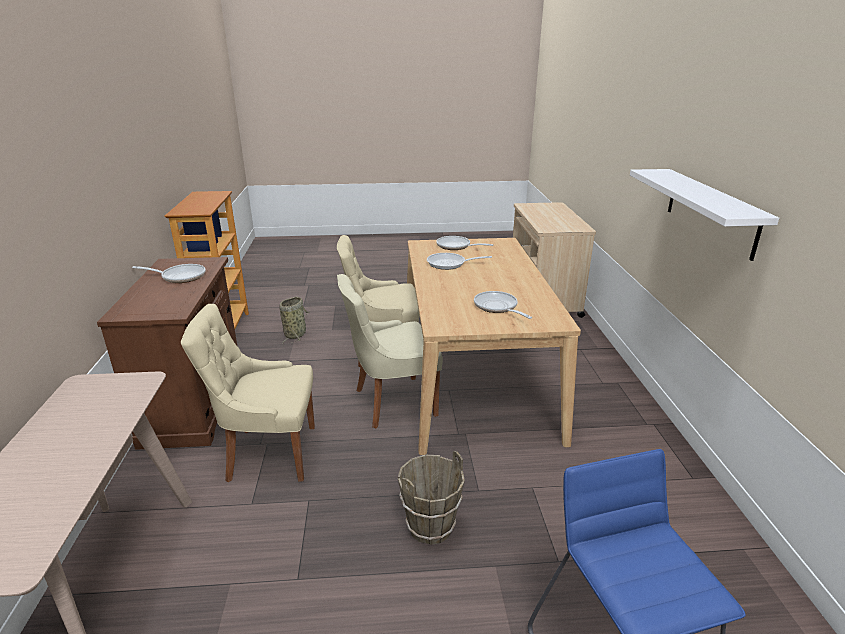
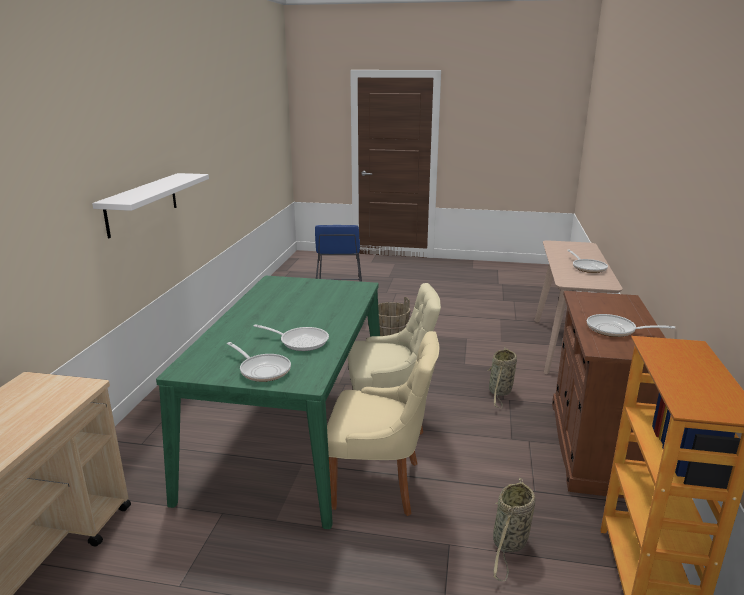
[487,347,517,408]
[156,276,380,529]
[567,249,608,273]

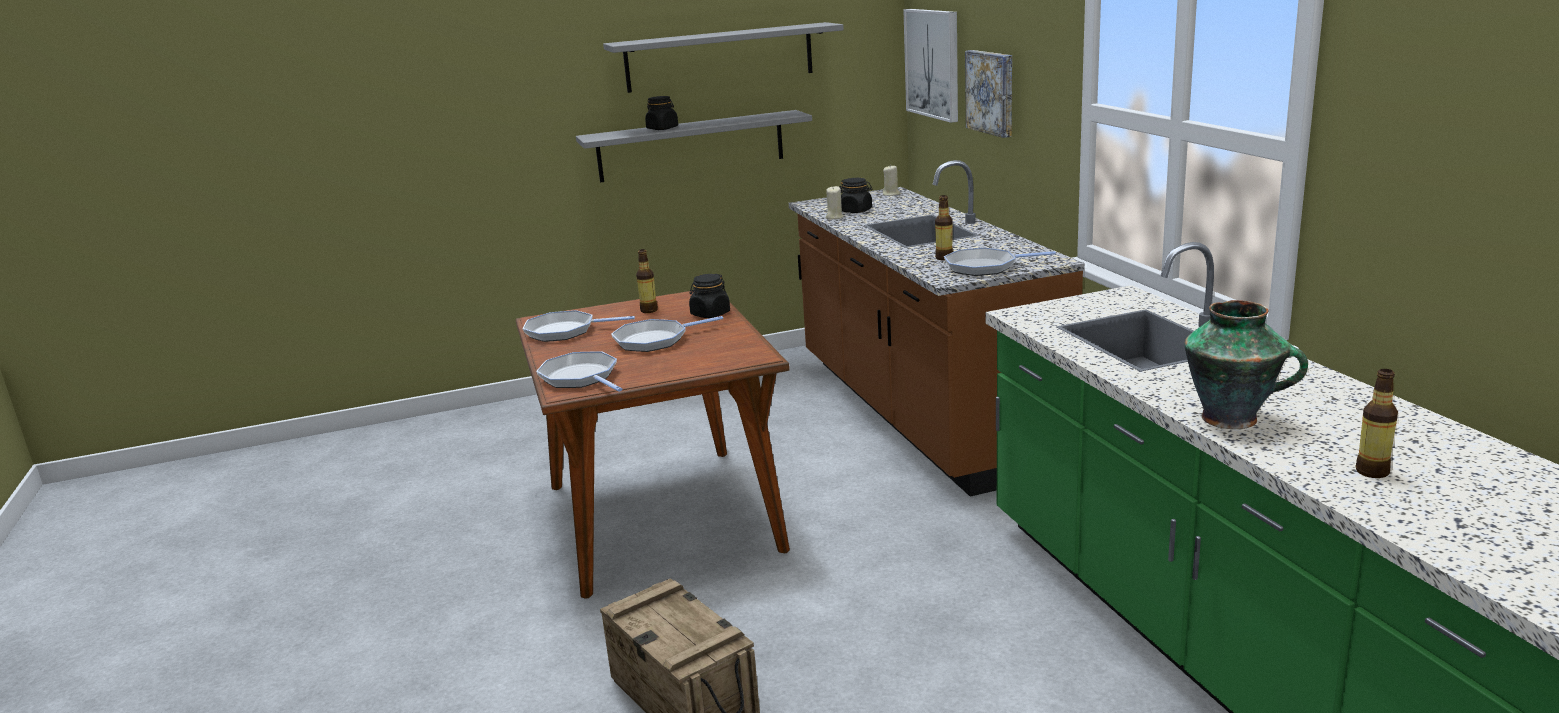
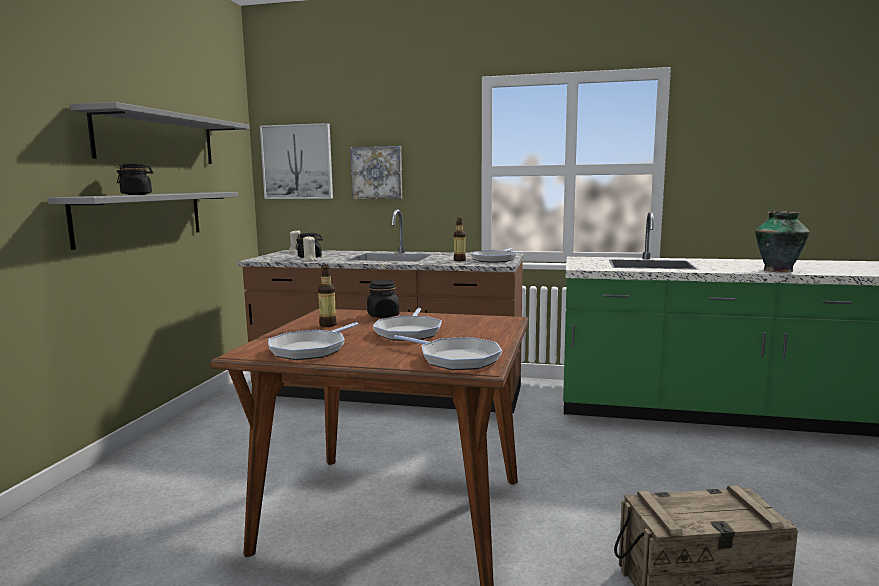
[394,335,503,370]
[1355,369,1398,478] (first image)

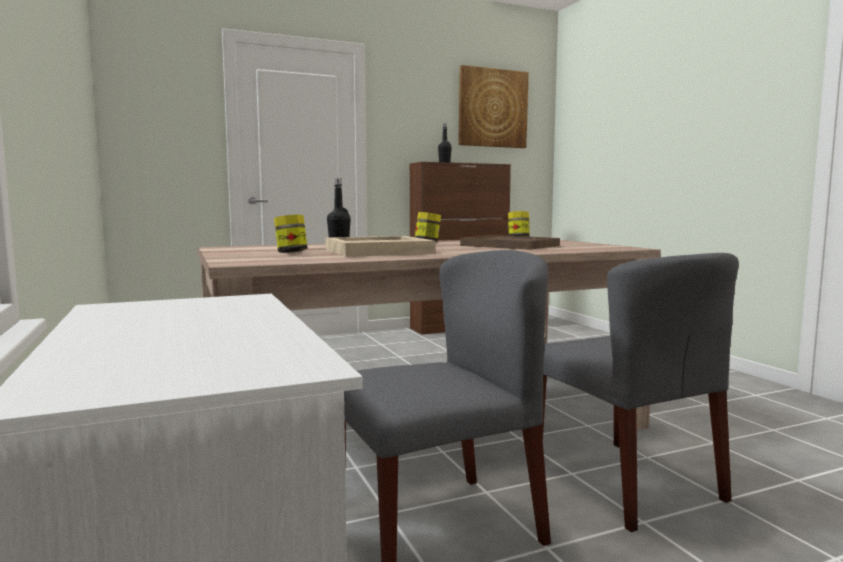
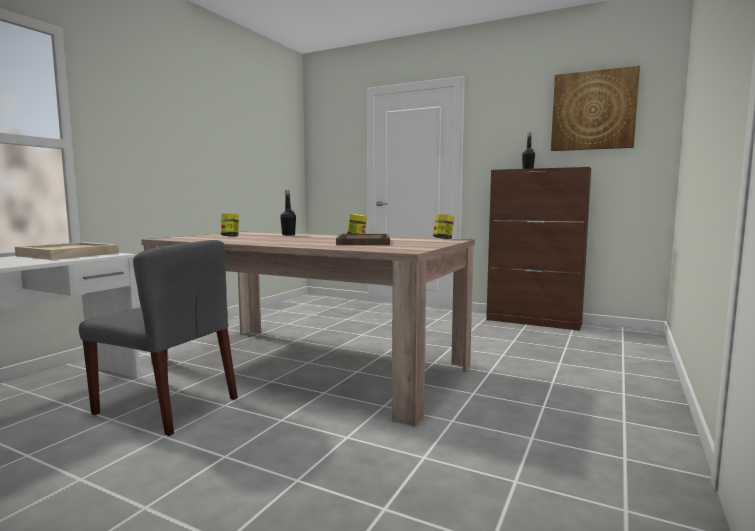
[15,242,119,260]
[541,253,739,532] (first image)

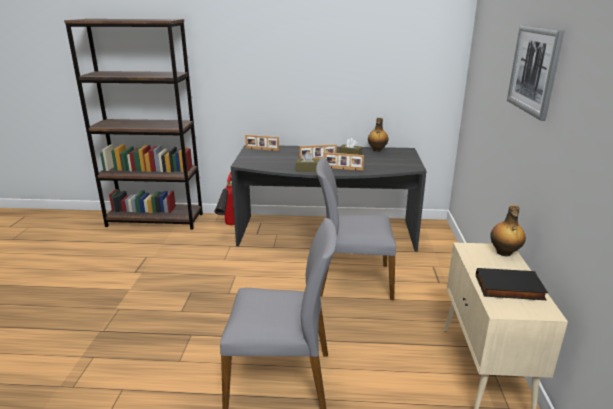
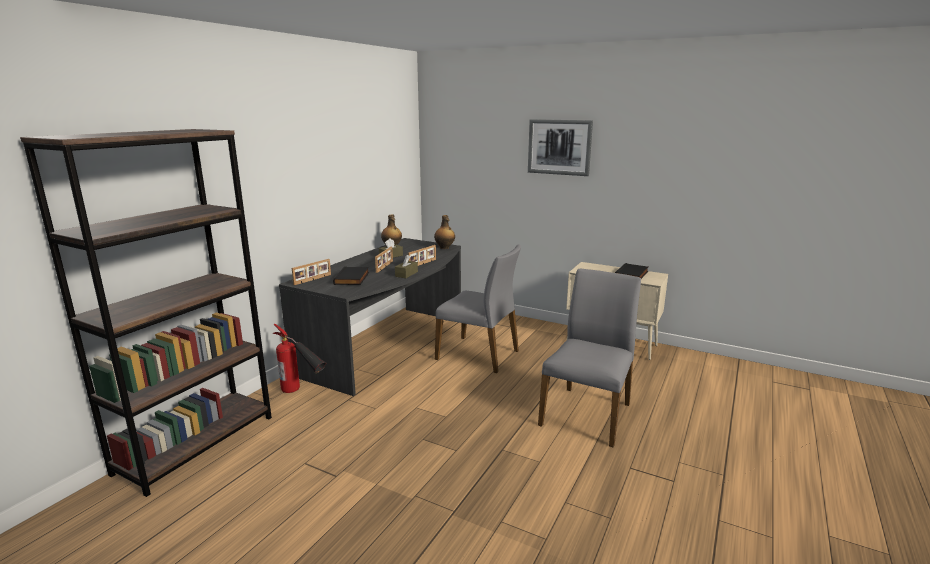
[435,244,521,373]
[434,215,455,249]
[333,267,369,285]

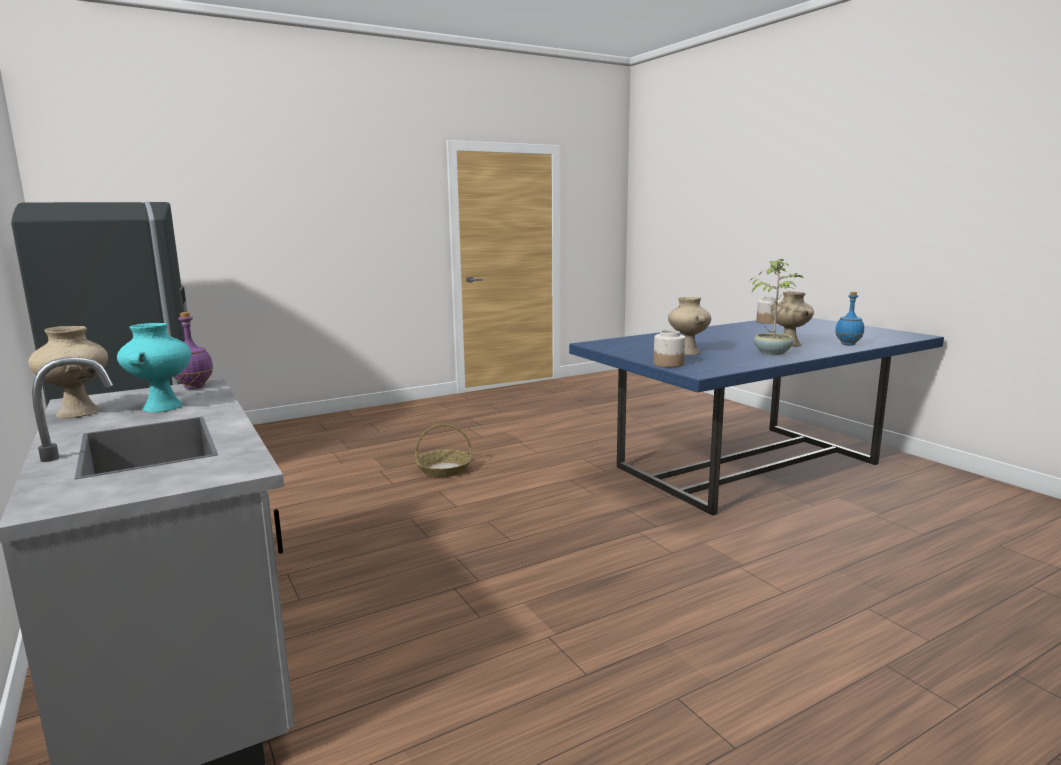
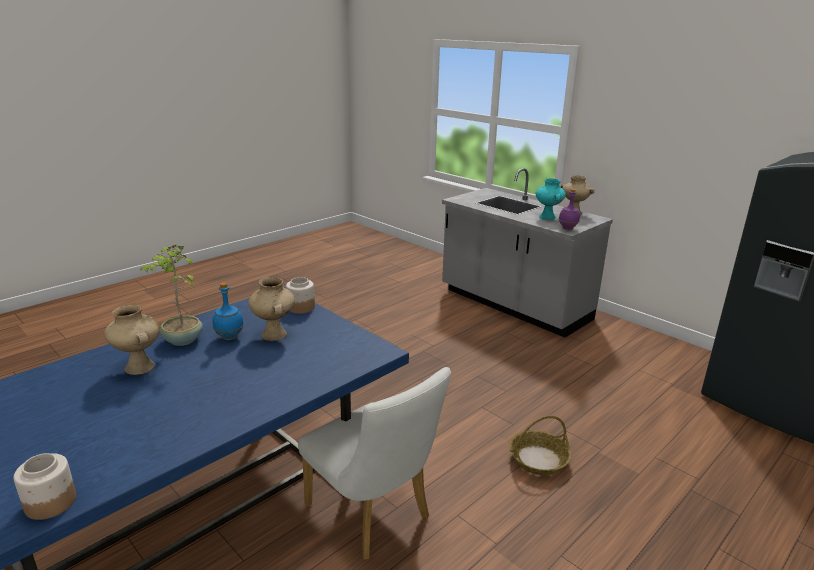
[213,283,244,340]
[298,367,451,560]

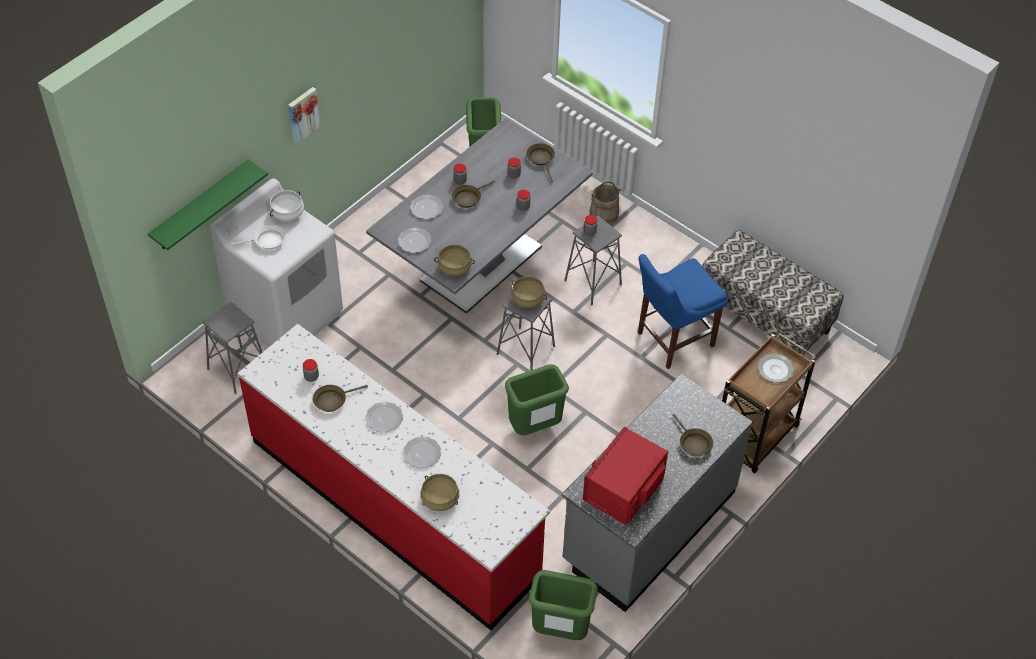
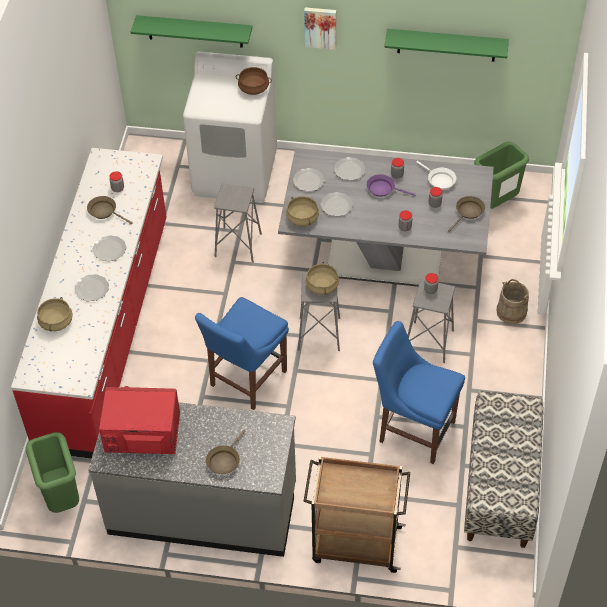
[214,183,262,263]
[416,161,456,190]
[236,67,272,95]
[366,174,416,197]
[195,297,289,410]
[321,192,353,217]
[384,29,509,62]

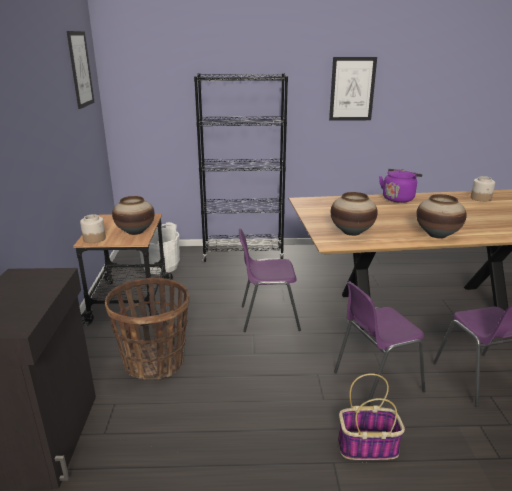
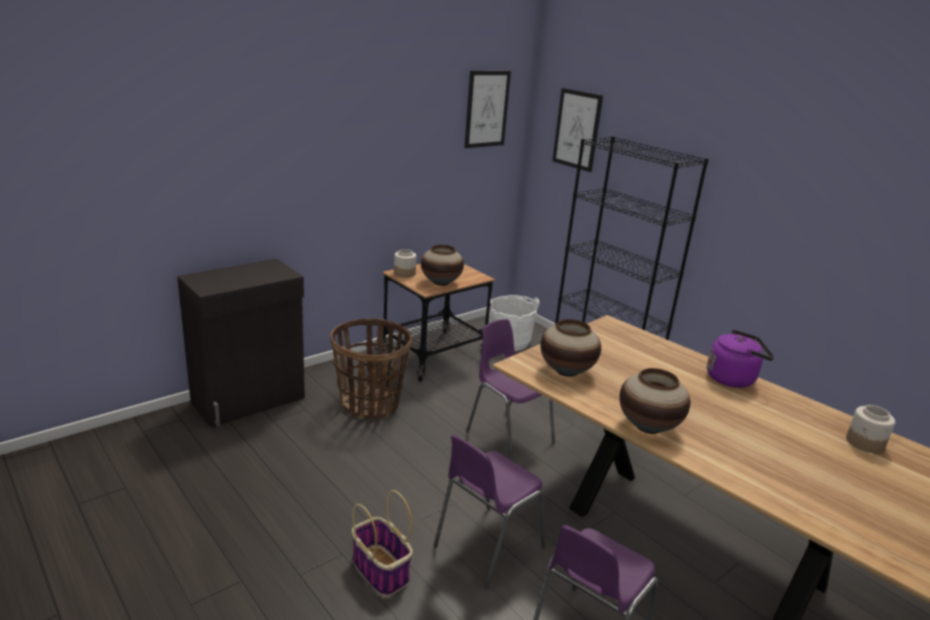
[552,88,603,172]
[433,434,545,589]

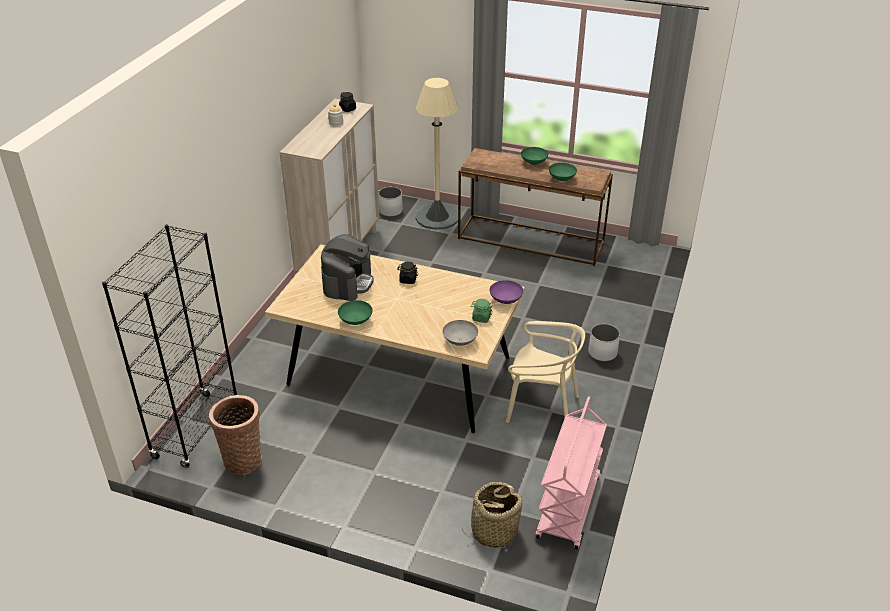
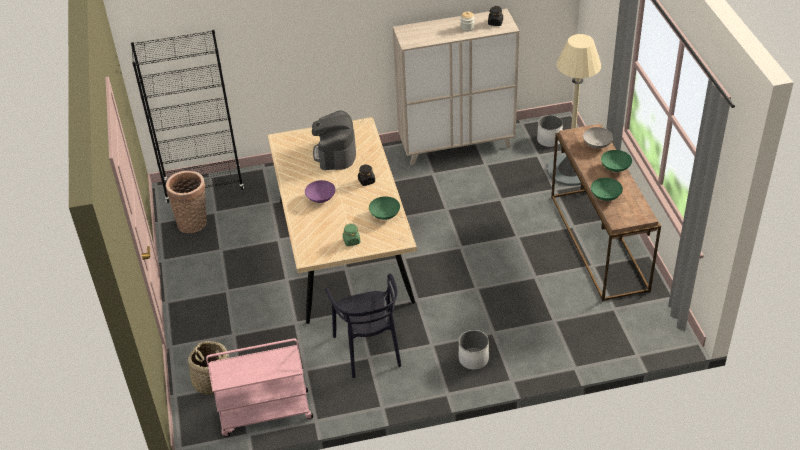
[312,110,356,170]
[369,196,400,220]
[583,127,613,149]
[305,180,335,203]
[325,274,401,378]

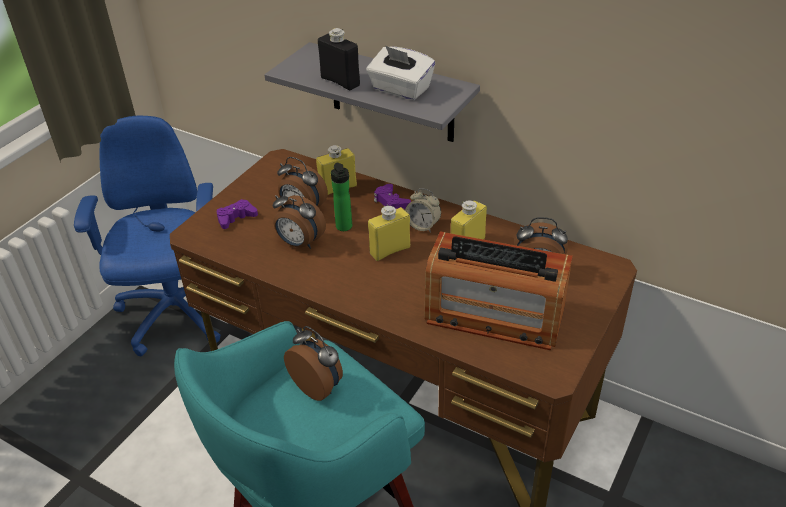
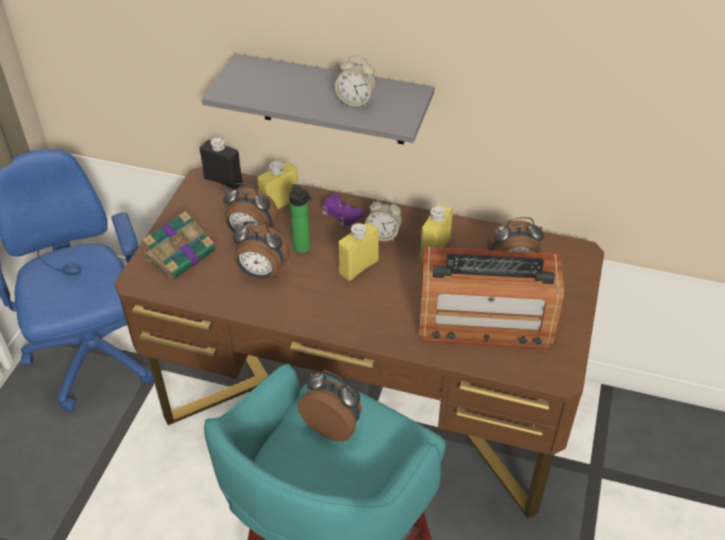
[143,211,217,279]
[200,138,242,190]
[335,55,376,108]

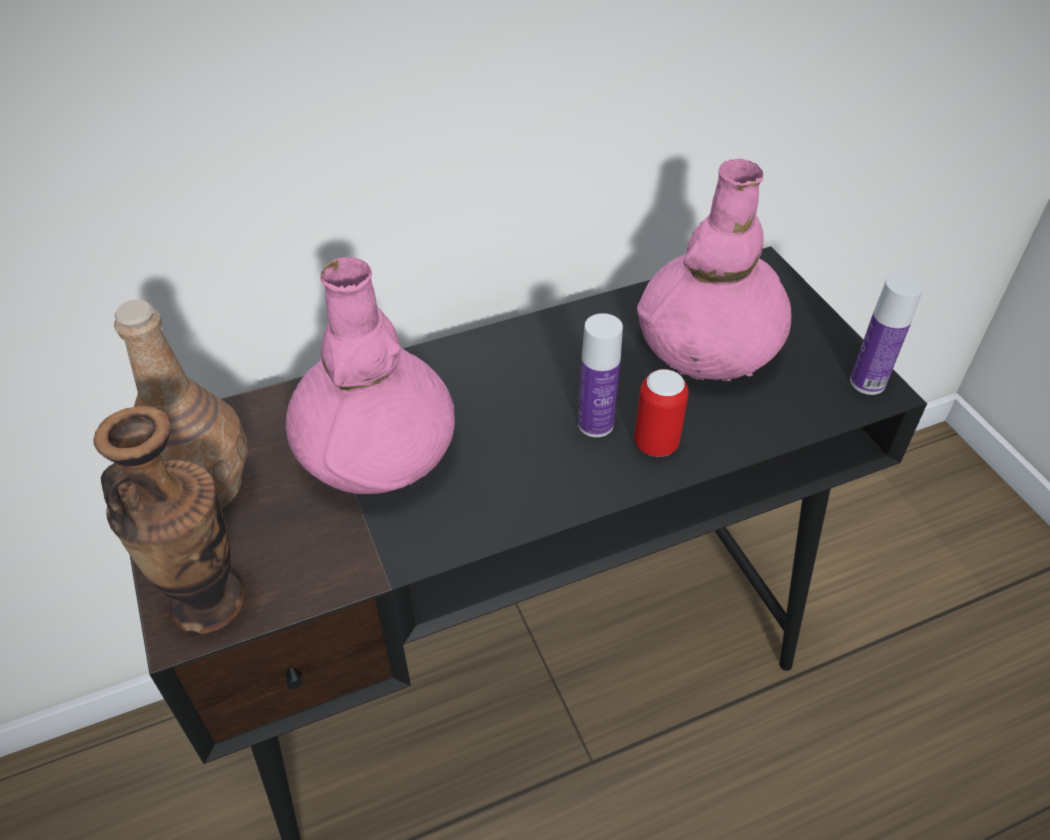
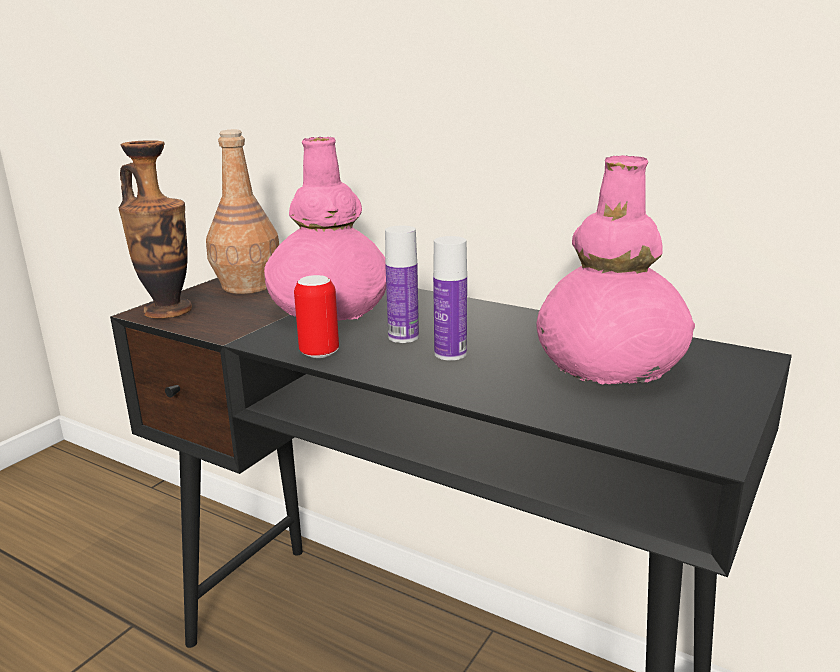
[294,275,339,358]
[385,226,419,343]

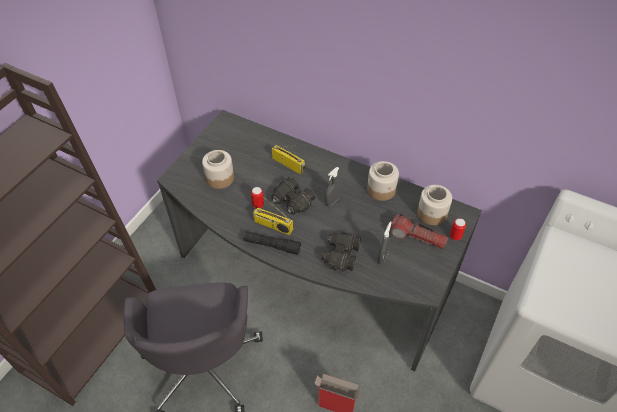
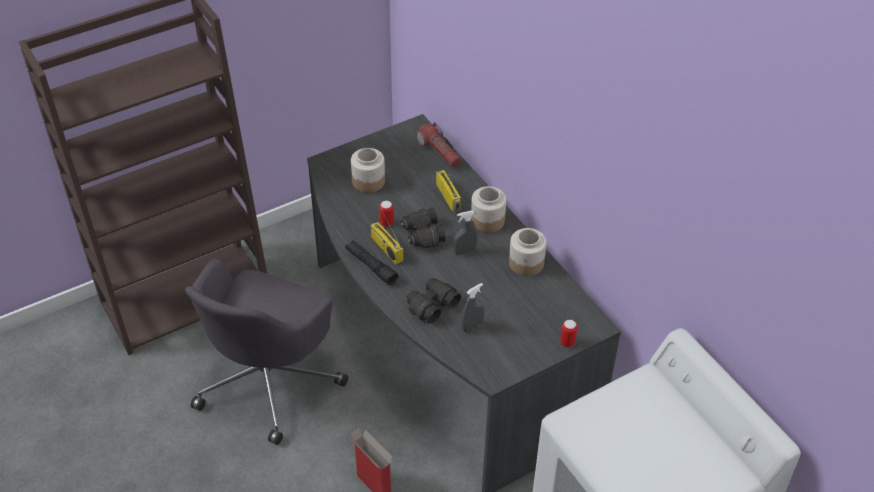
[416,122,462,168]
[471,186,506,233]

